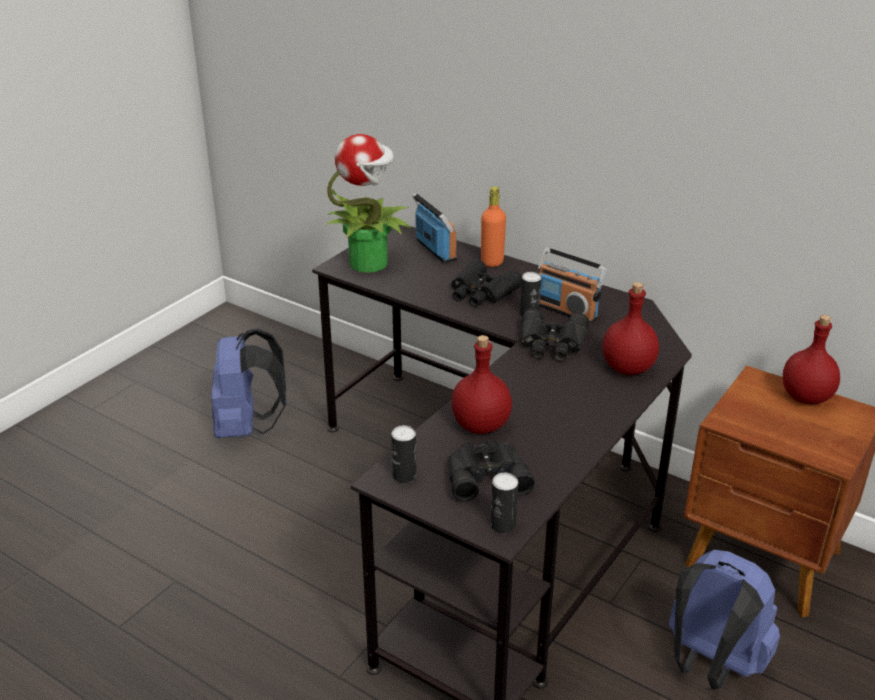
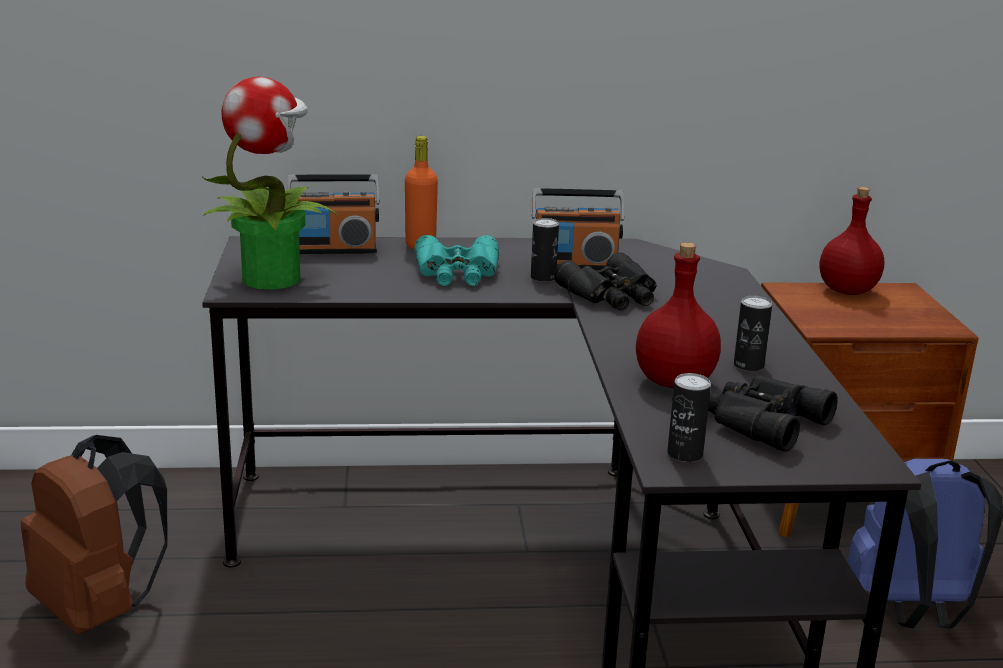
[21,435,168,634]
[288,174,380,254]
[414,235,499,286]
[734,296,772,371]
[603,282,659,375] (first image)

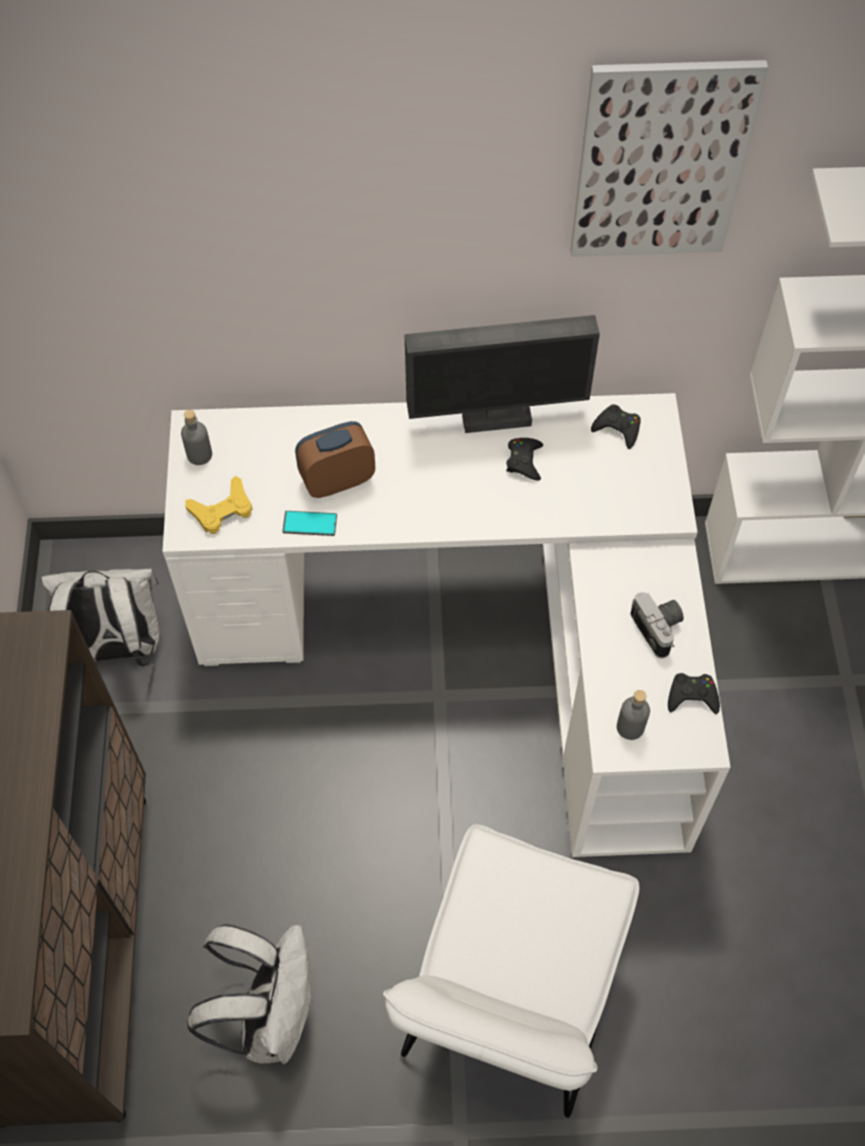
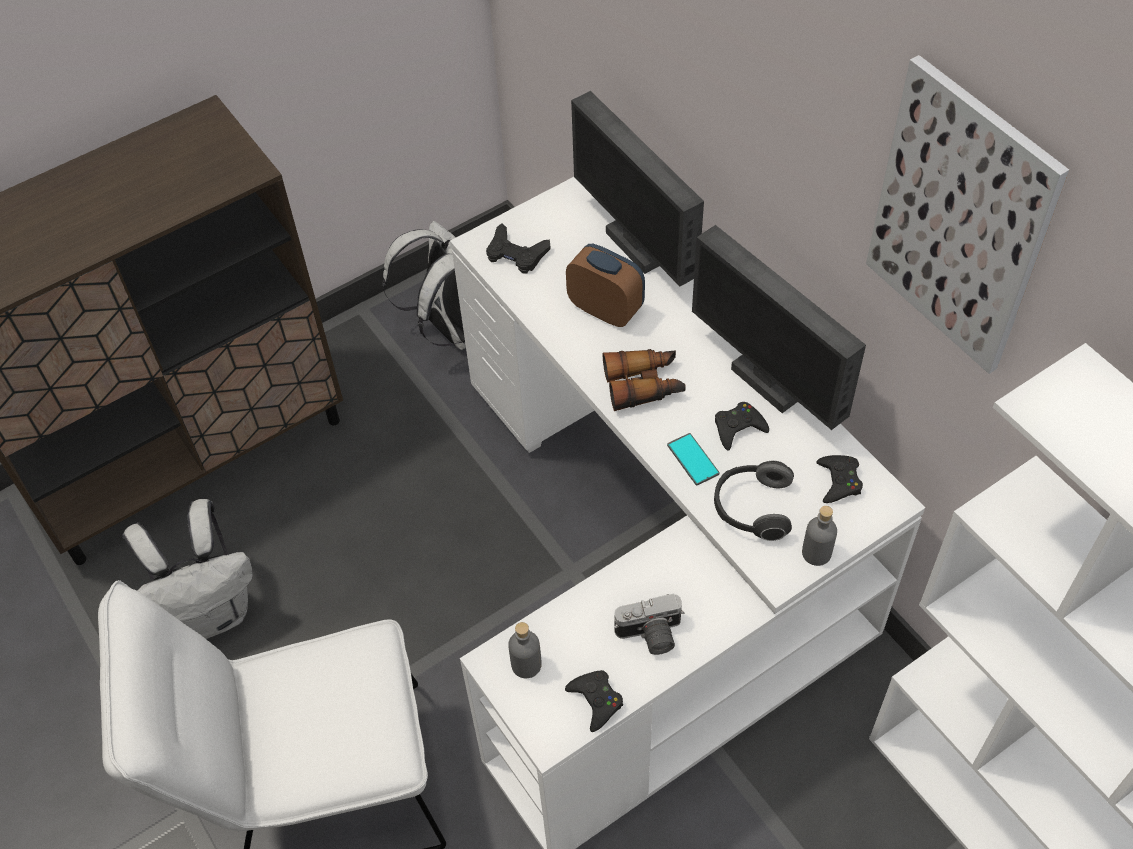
[802,506,837,566]
[486,223,551,273]
[667,433,719,486]
[614,594,684,655]
[571,91,704,287]
[603,349,686,411]
[714,460,794,541]

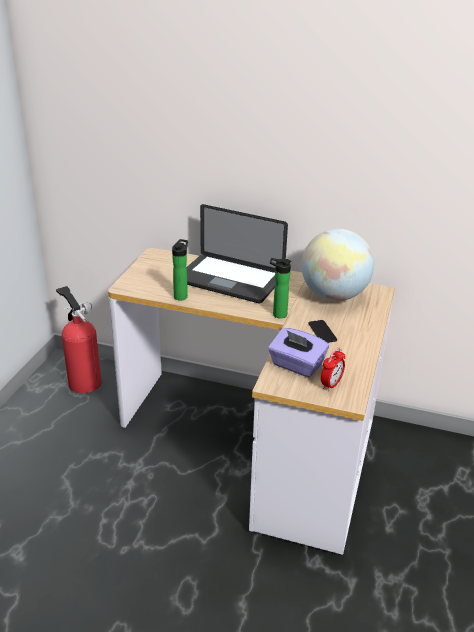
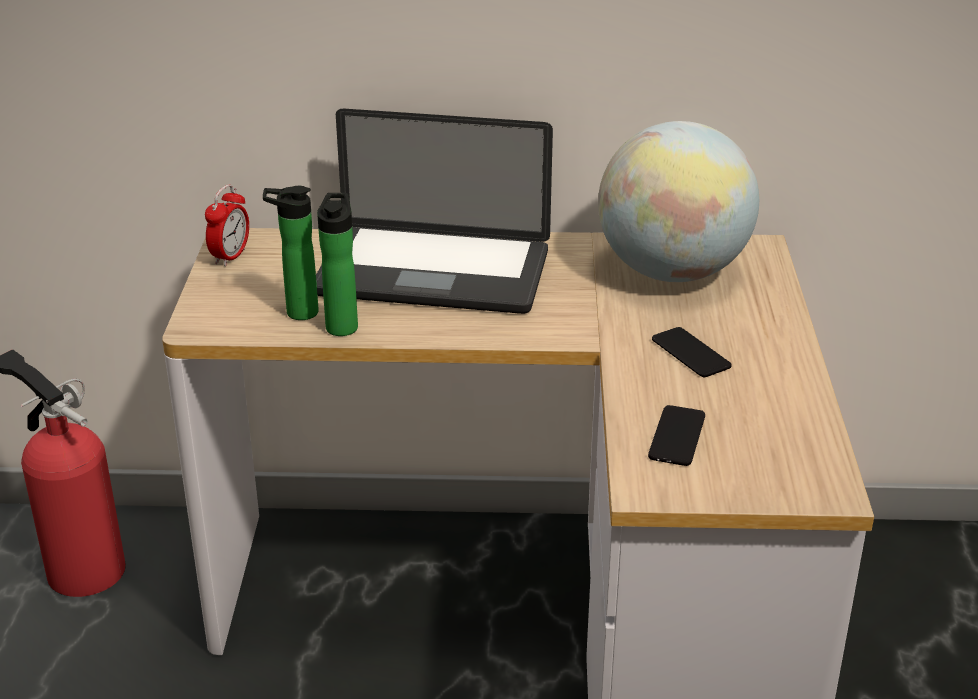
[648,405,705,466]
[263,186,319,320]
[205,185,249,266]

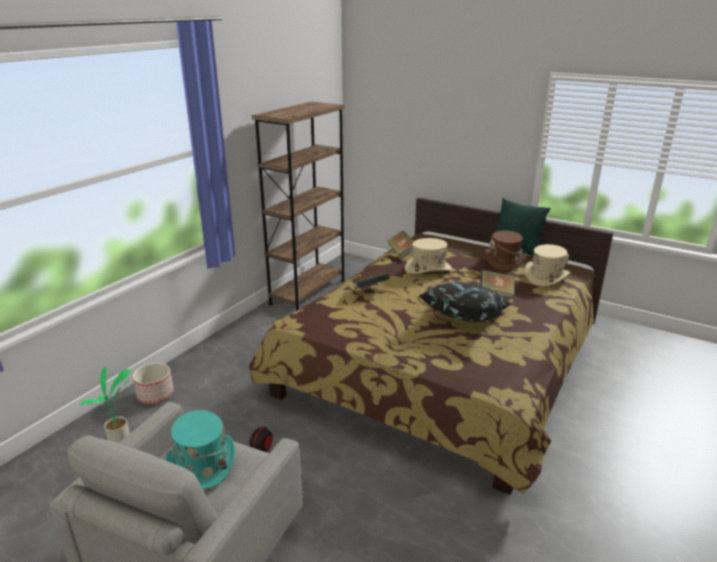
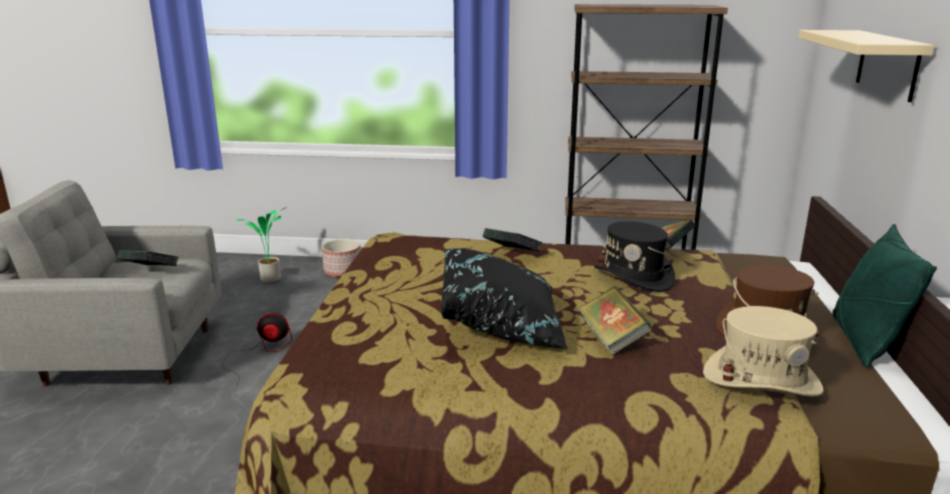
[117,250,178,266]
[594,221,675,292]
[798,30,935,102]

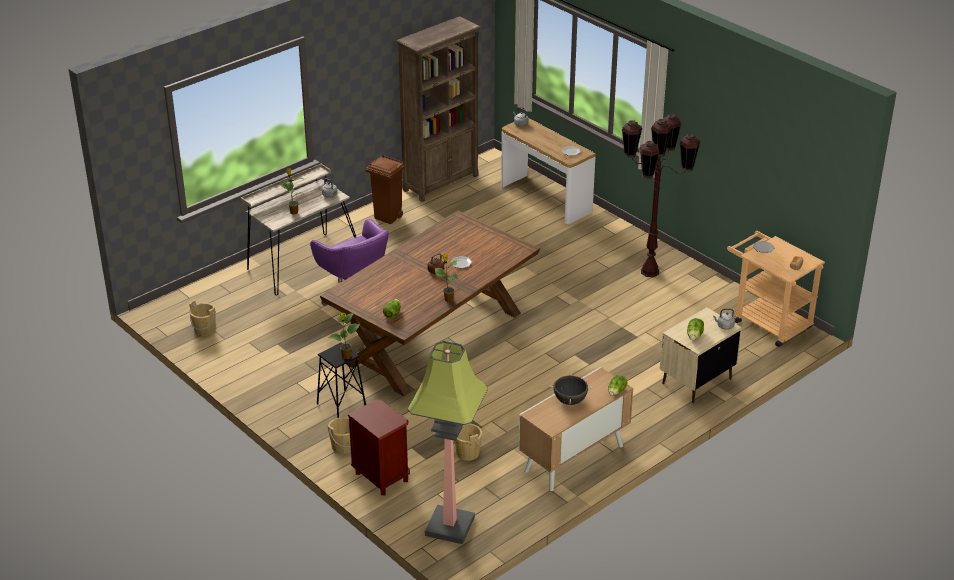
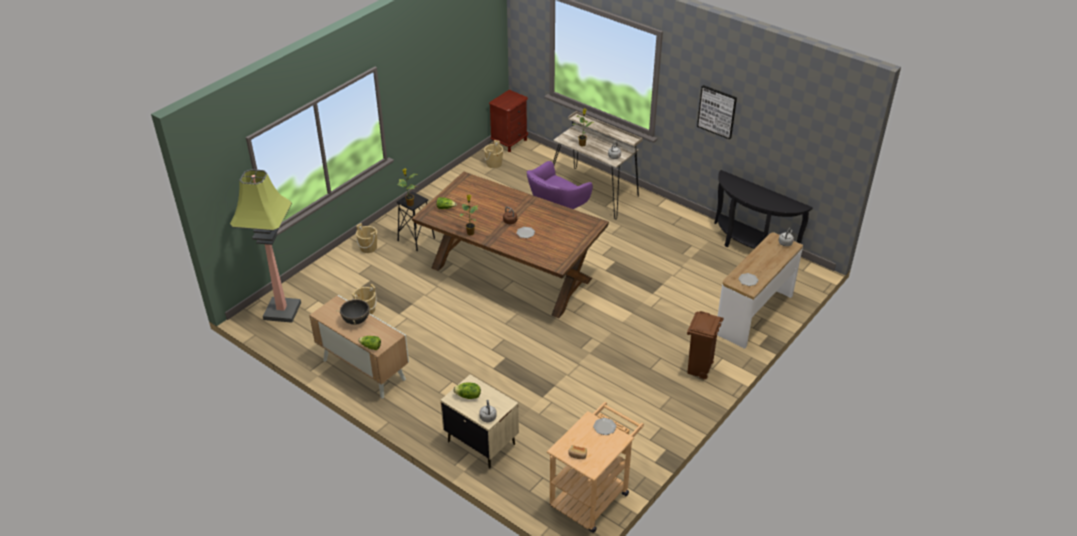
[489,90,528,152]
[687,311,724,379]
[714,170,813,249]
[622,114,700,277] (first image)
[697,85,737,139]

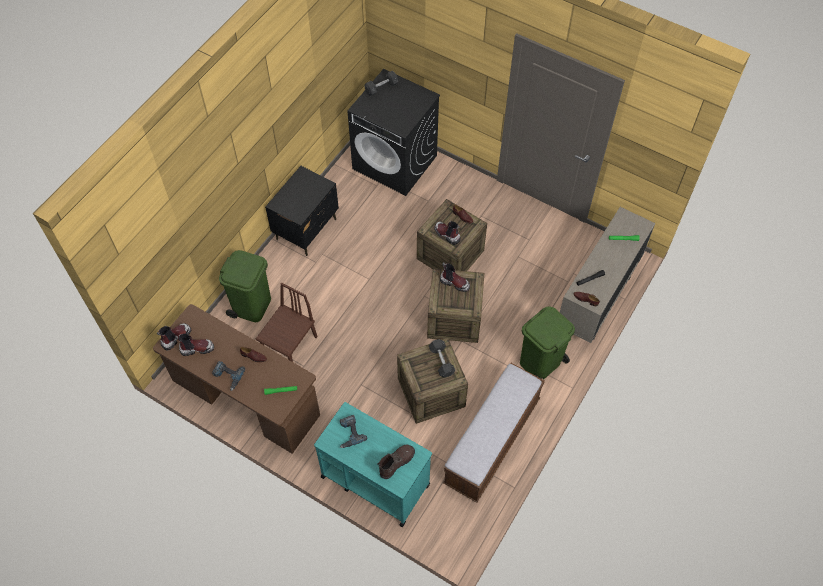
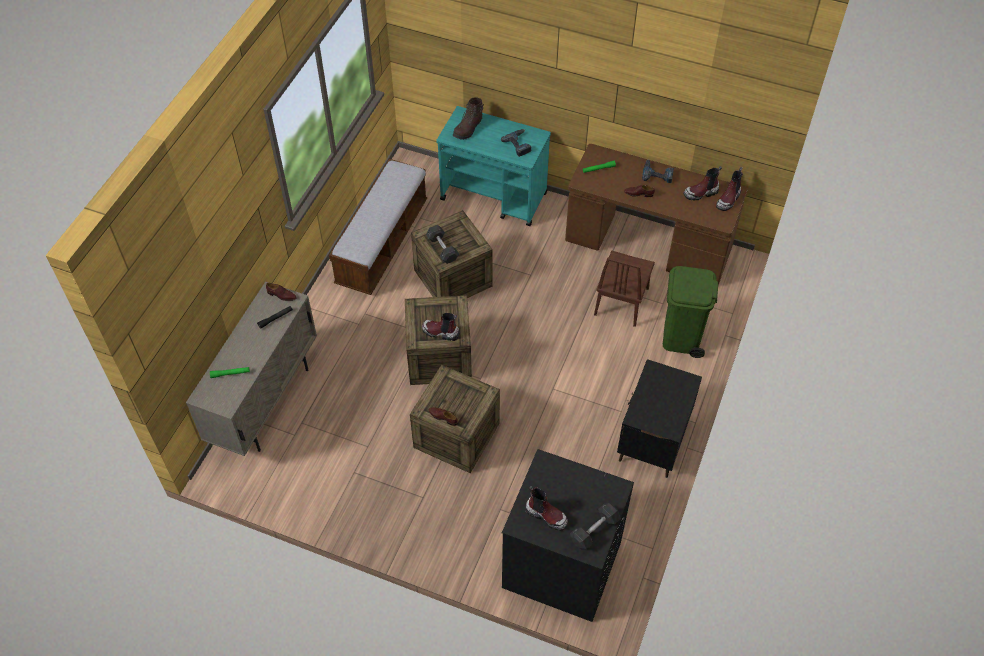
[525,486,568,531]
[520,306,575,379] (first image)

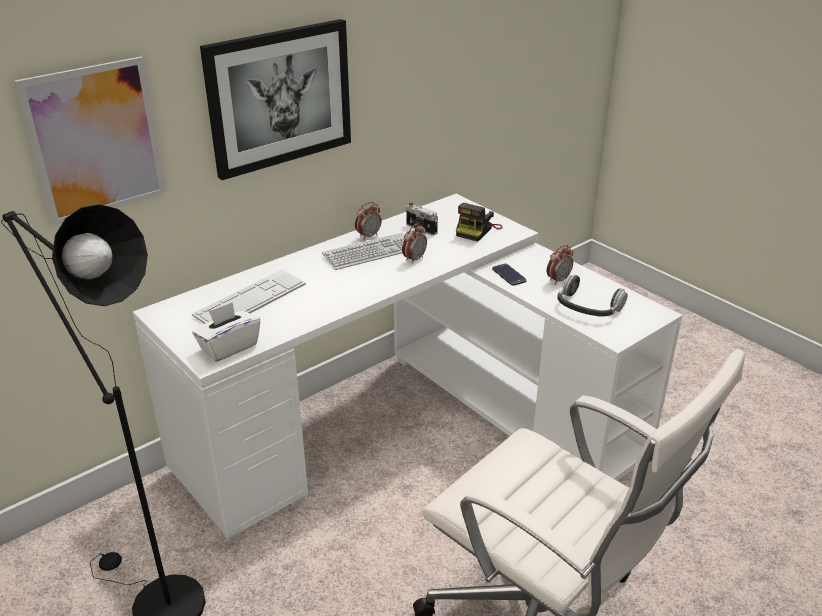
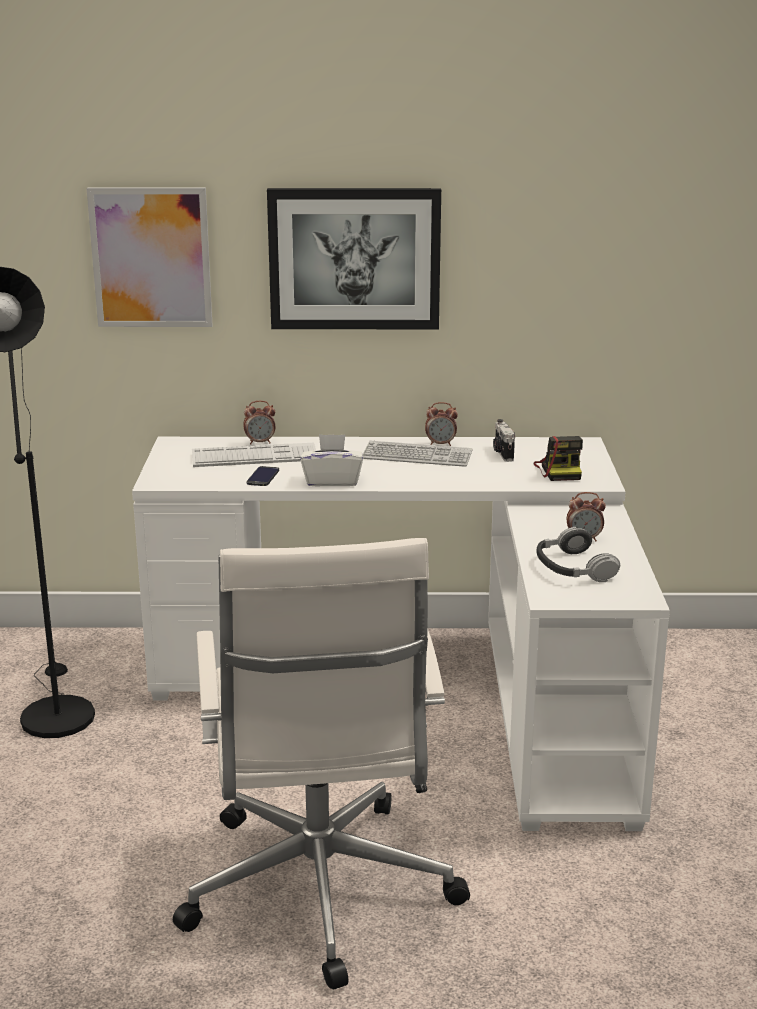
[300,434,363,486]
[243,401,275,445]
[534,436,583,481]
[246,466,279,486]

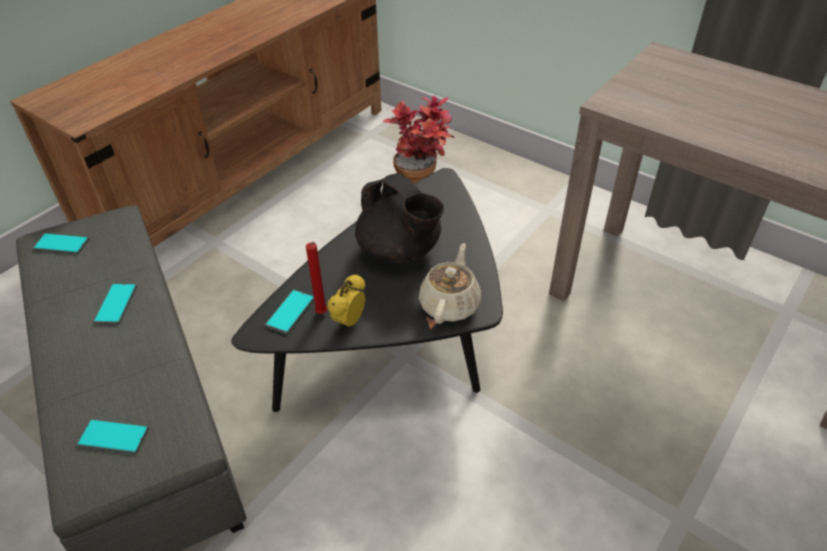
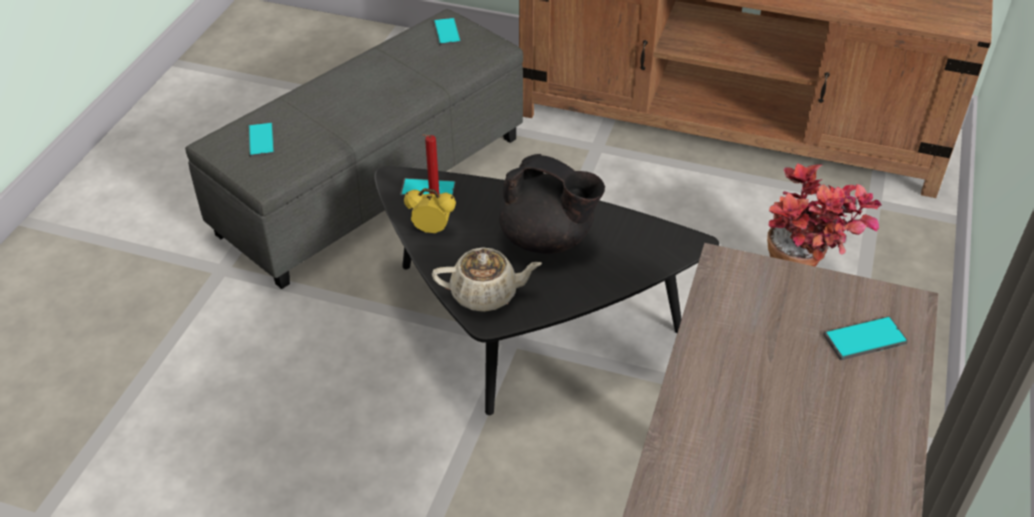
[823,316,908,360]
[499,154,605,254]

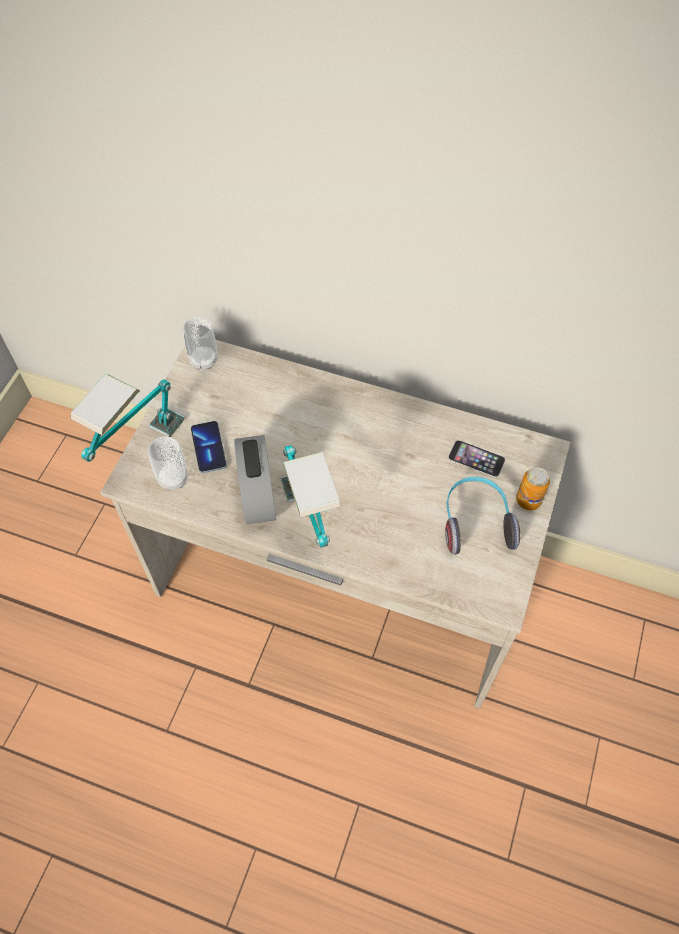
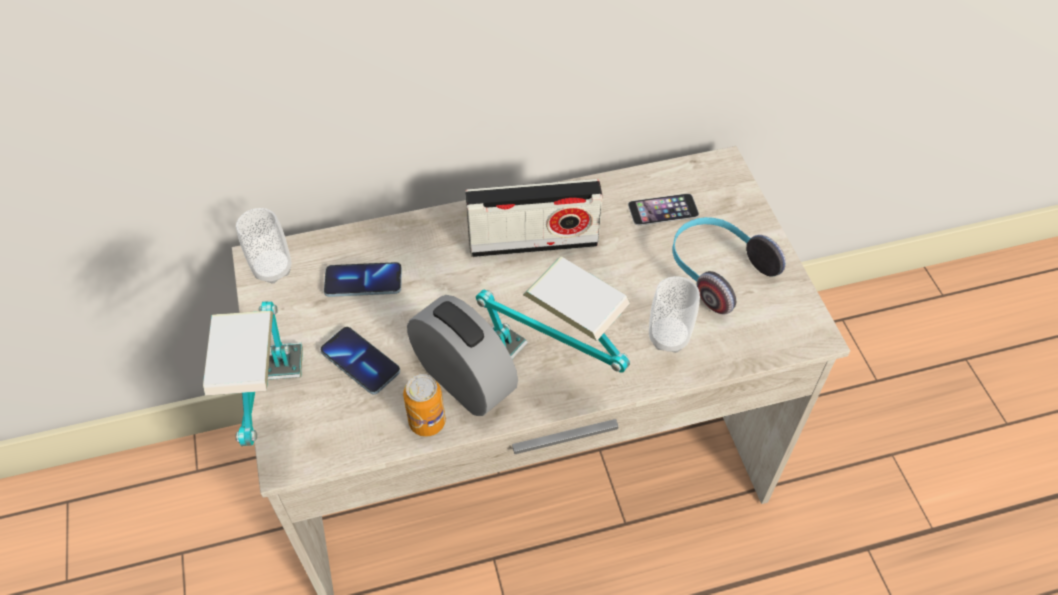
[649,276,700,353]
[403,374,446,437]
[324,262,402,297]
[465,179,603,257]

